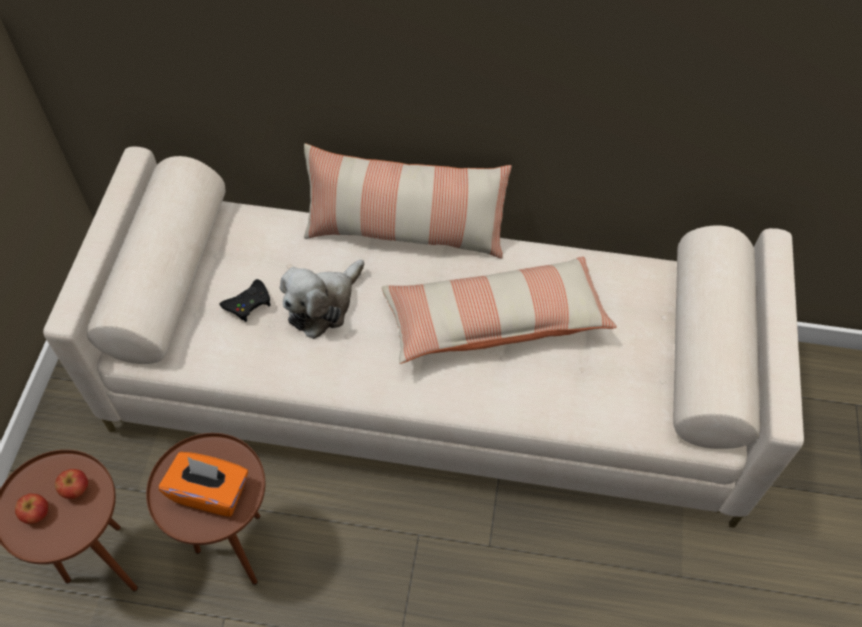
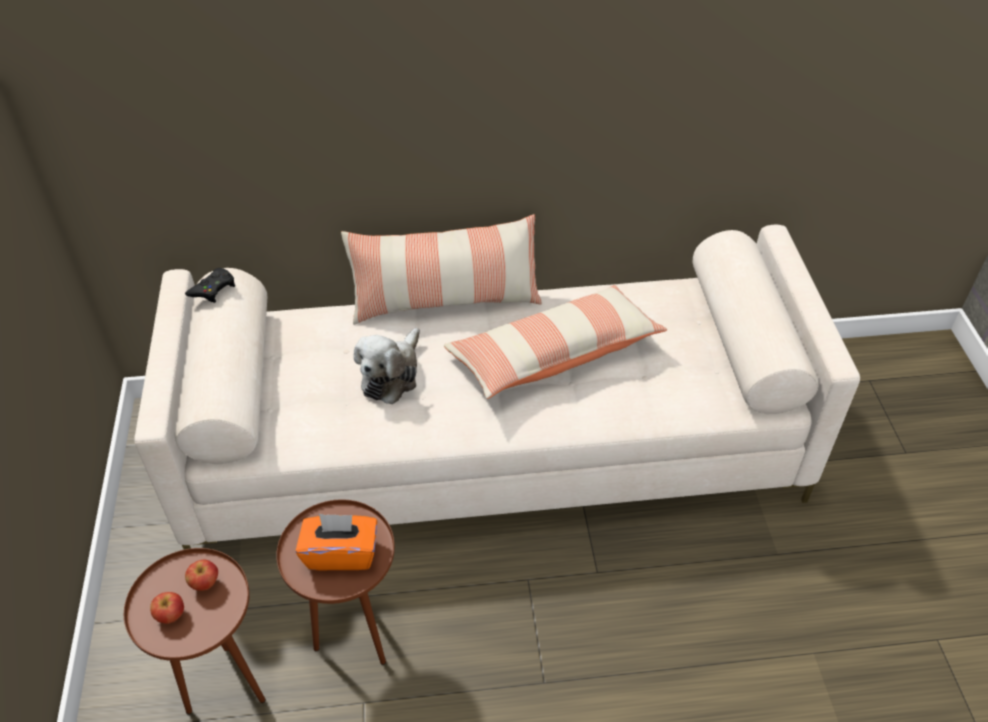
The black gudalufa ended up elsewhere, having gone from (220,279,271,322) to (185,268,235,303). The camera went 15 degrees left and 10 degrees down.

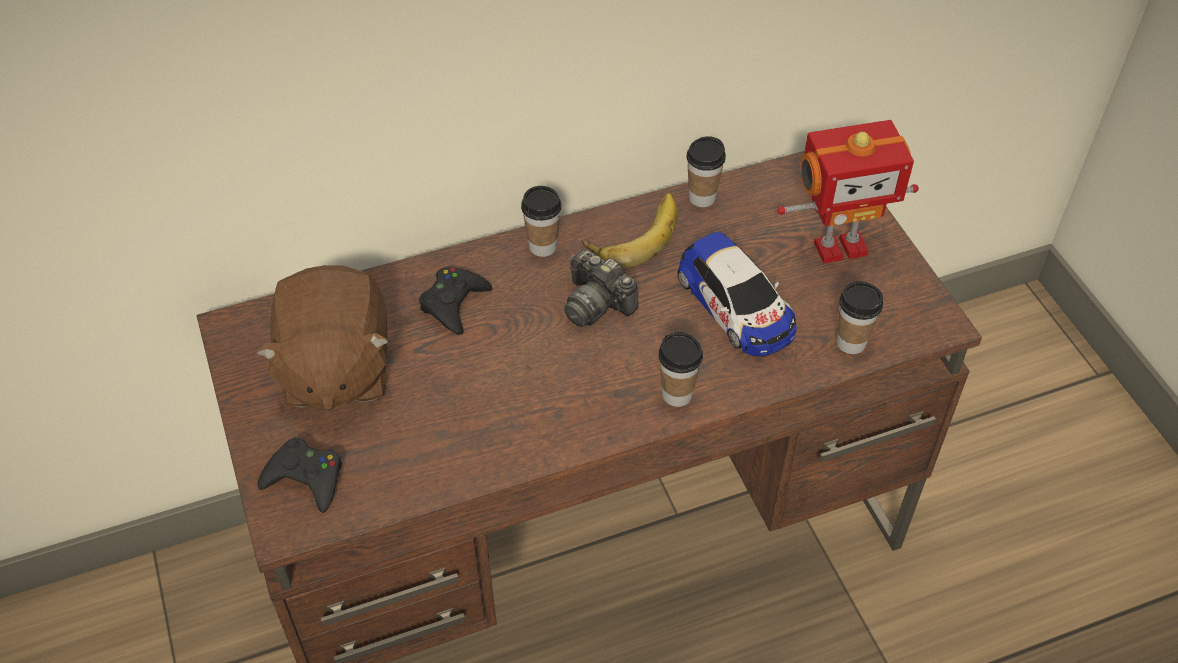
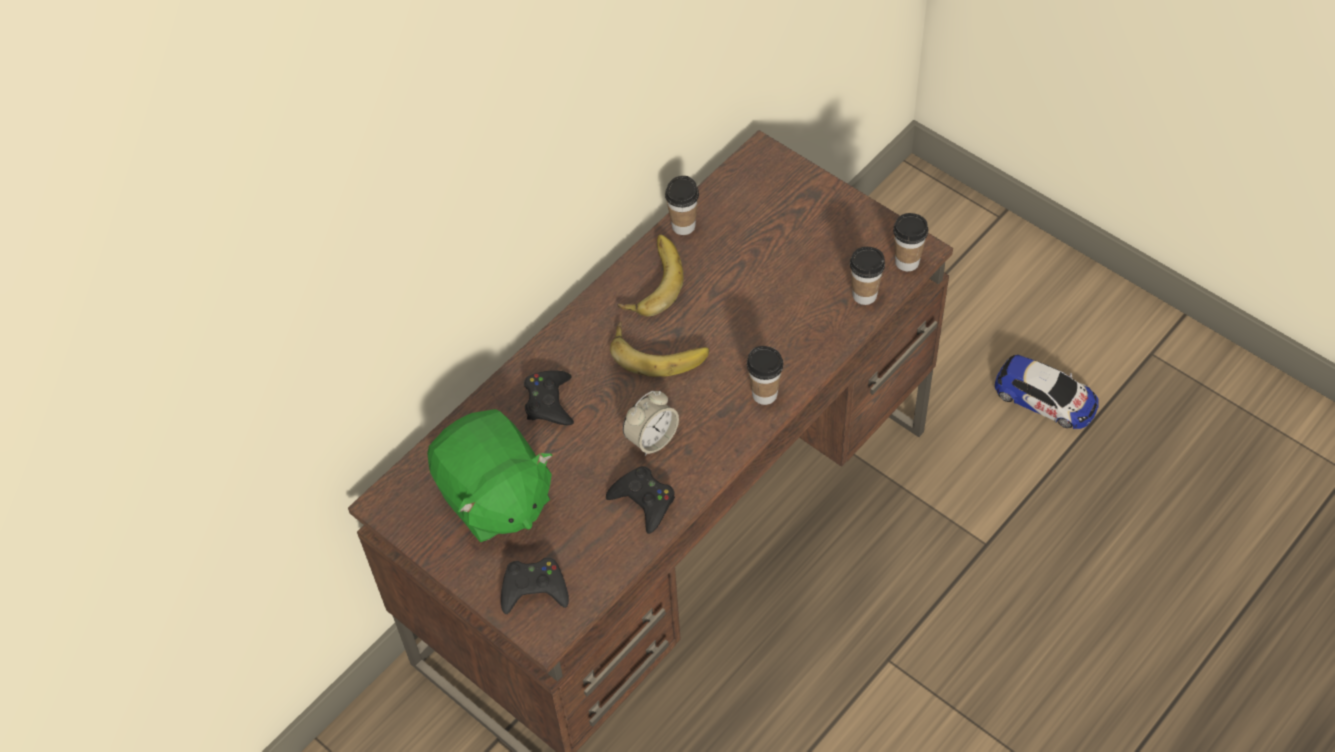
The second view lost the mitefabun at (777,120,919,264). The second view gained the black gudalufa at (606,466,675,534). The second view gained the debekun at (623,391,679,456). The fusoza ended up elsewhere, having gone from (521,186,562,257) to (893,213,928,271). The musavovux ended up elsewhere, having gone from (677,232,797,356) to (995,355,1099,429). Where the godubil stood at (564,249,638,327), the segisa came to stand at (610,321,709,377). What was the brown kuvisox at (256,265,389,411) turned into the green kuvisox at (427,409,552,542). The camera went 25 degrees left and 5 degrees up.

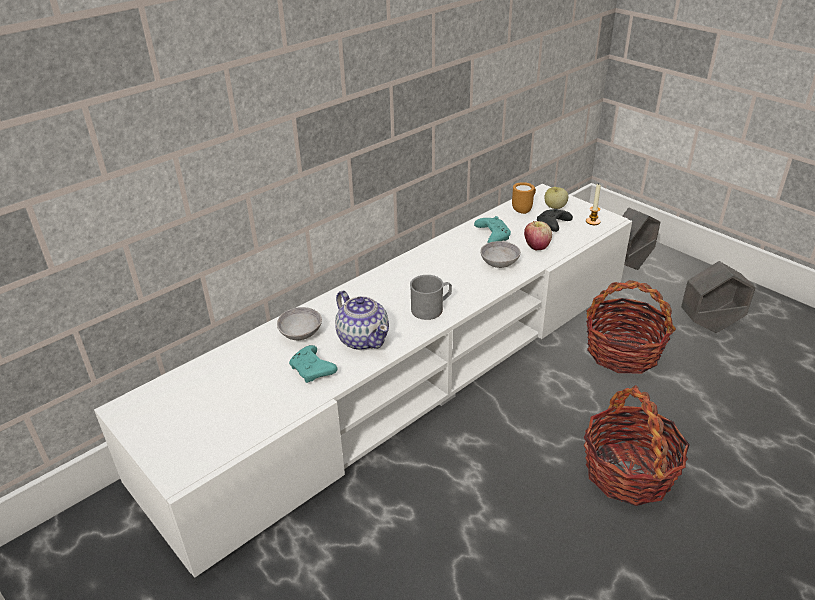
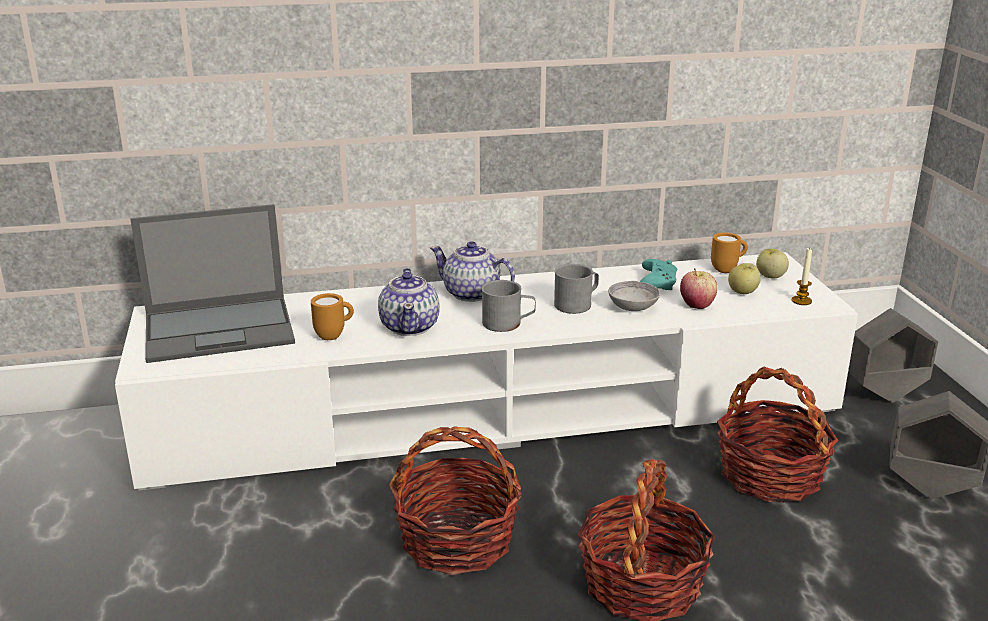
The second view lost the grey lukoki at (277,307,322,340). The second view gained the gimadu at (131,204,295,363). The second view gained the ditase at (389,426,522,575). The second view gained the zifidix at (430,241,515,302). The second view gained the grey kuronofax at (554,264,599,314). Where the turquoise gudalufa stood at (289,345,337,383), the orange kuronofax came to stand at (311,293,354,340). Where the black gudalufa stood at (537,209,573,232), the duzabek came to stand at (728,263,760,294). The camera went 30 degrees right and 10 degrees down.

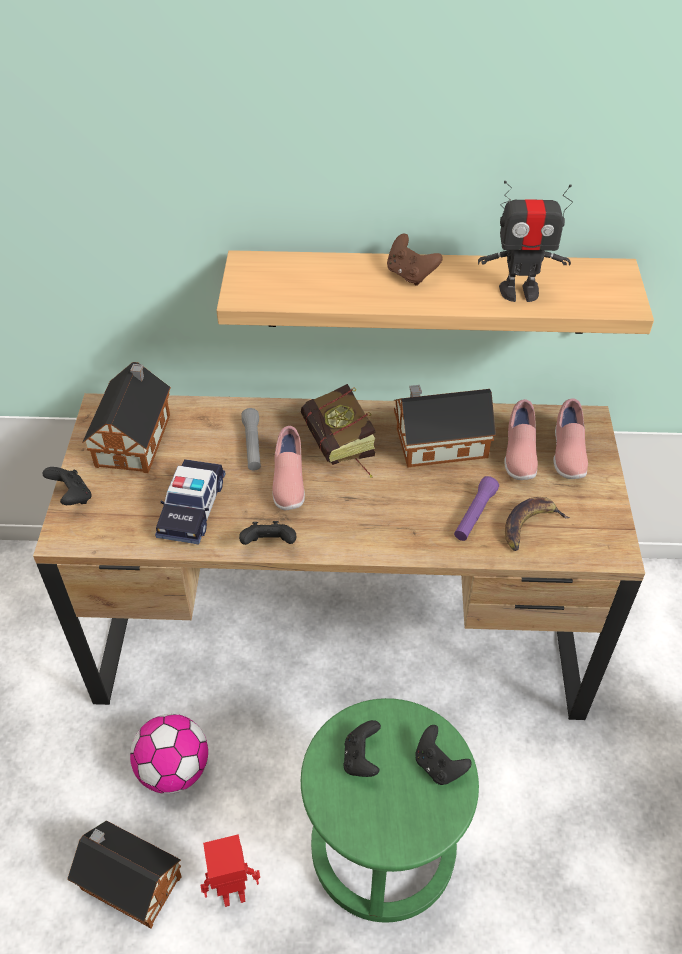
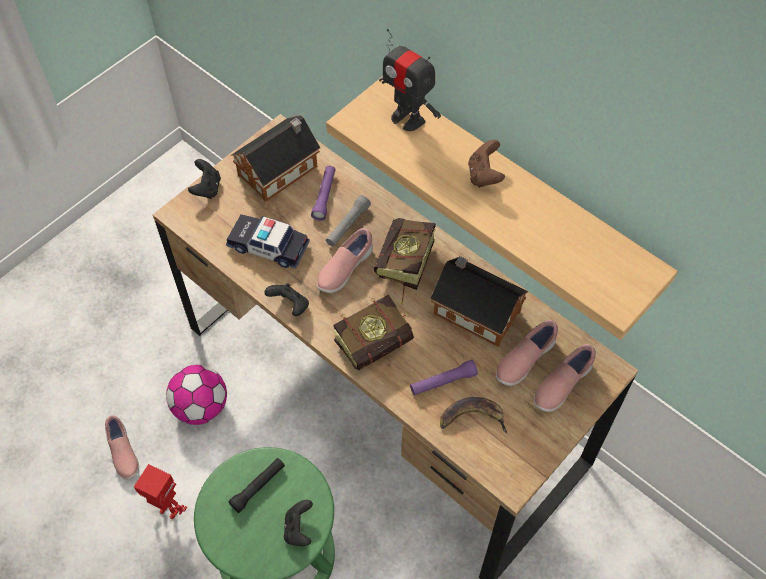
The second view gained the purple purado at (311,166,336,221). The second view gained the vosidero at (333,294,414,370). The mitefabun ended up elsewhere, having gone from (478,181,573,302) to (379,29,441,131). Where the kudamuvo stood at (67,820,182,928), the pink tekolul came to stand at (105,415,139,480). Where the black gudalufa stood at (343,720,381,777), the black purado came to stand at (228,458,285,513). The musavovux at (155,459,225,544) ended up facing another way, 60 degrees clockwise from before. The camera went 40 degrees right and 10 degrees up.

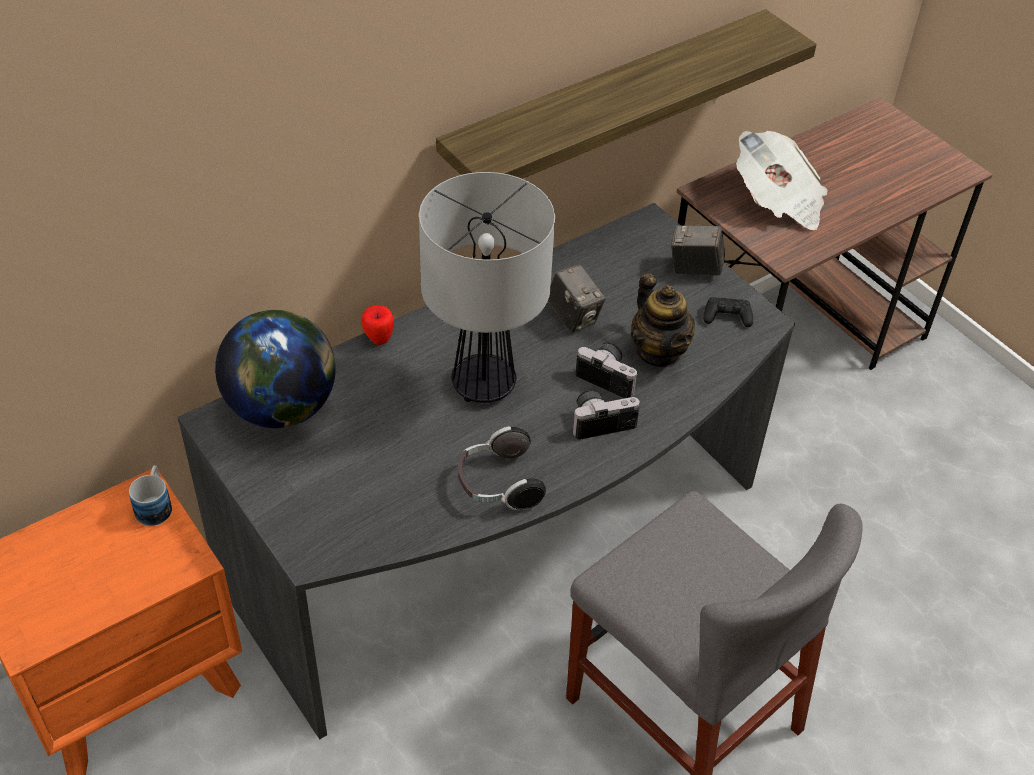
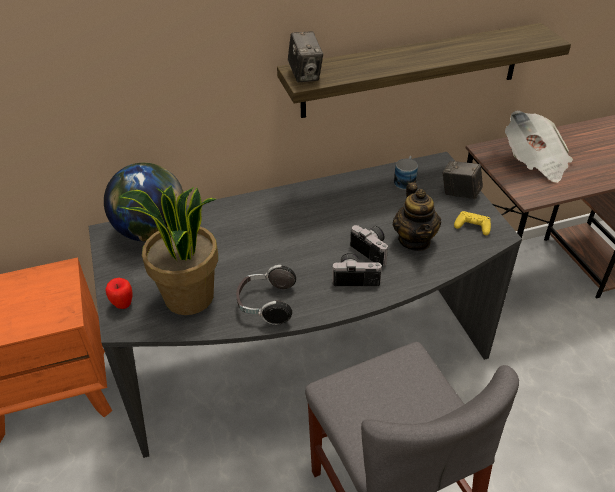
The second view lost the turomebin at (419,172,555,403). The second view gained the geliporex at (119,185,218,315). The kuronofax ended up elsewhere, having gone from (129,465,172,526) to (394,156,418,190). The duzabek ended up elsewhere, having gone from (361,305,394,345) to (105,278,132,309). The godubil ended up elsewhere, having gone from (548,264,606,333) to (288,31,323,82). What was the black gudalufa at (703,297,753,327) turned into the yellow gudalufa at (454,211,491,235). The camera went 20 degrees right and 5 degrees down.

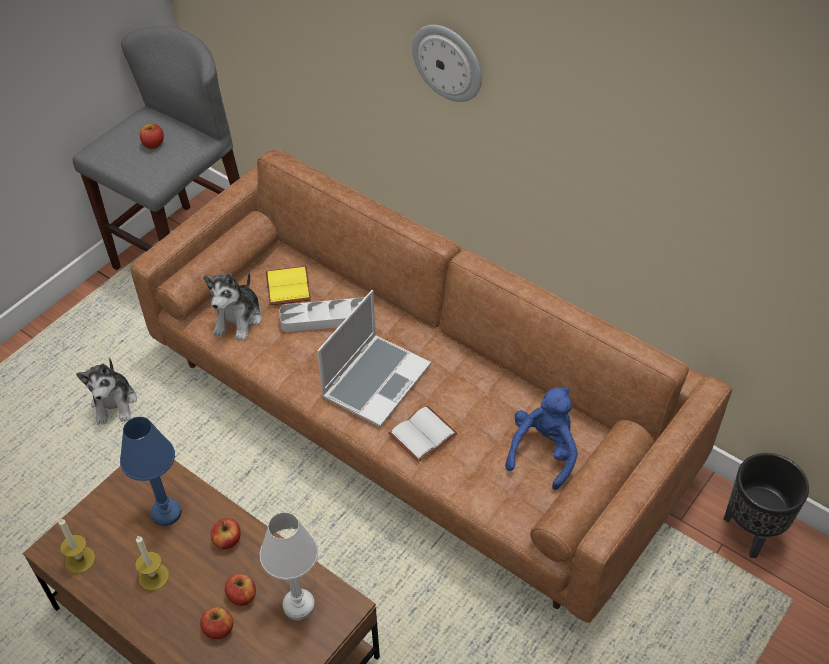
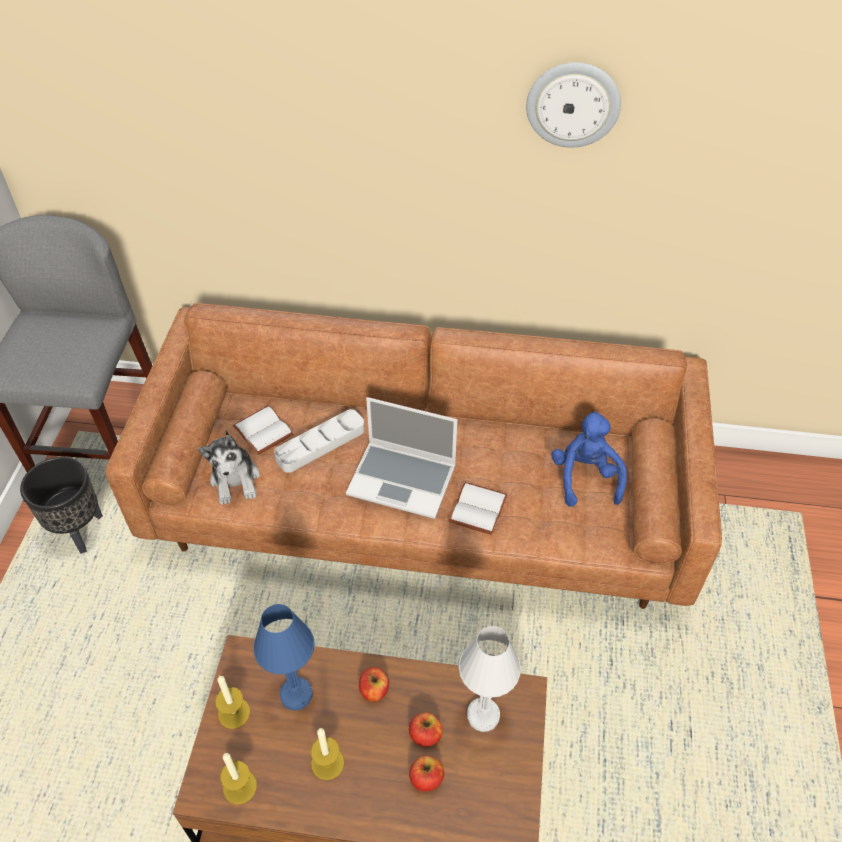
The second view lost the kuvisox at (76,357,137,425). The second view lost the duzabek at (140,123,164,149). The second view gained the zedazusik at (215,675,250,729). The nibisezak ended up elsewhere, having gone from (412,25,482,102) to (526,62,621,147). The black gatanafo ended up elsewhere, having gone from (724,453,809,558) to (20,457,103,554). What was the yellow vosidero at (266,266,311,305) turned into the white vosidero at (232,406,294,455). The gimadu at (317,290,431,427) ended up facing another way, 105 degrees clockwise from before. The camera went 30 degrees left and 0 degrees up.

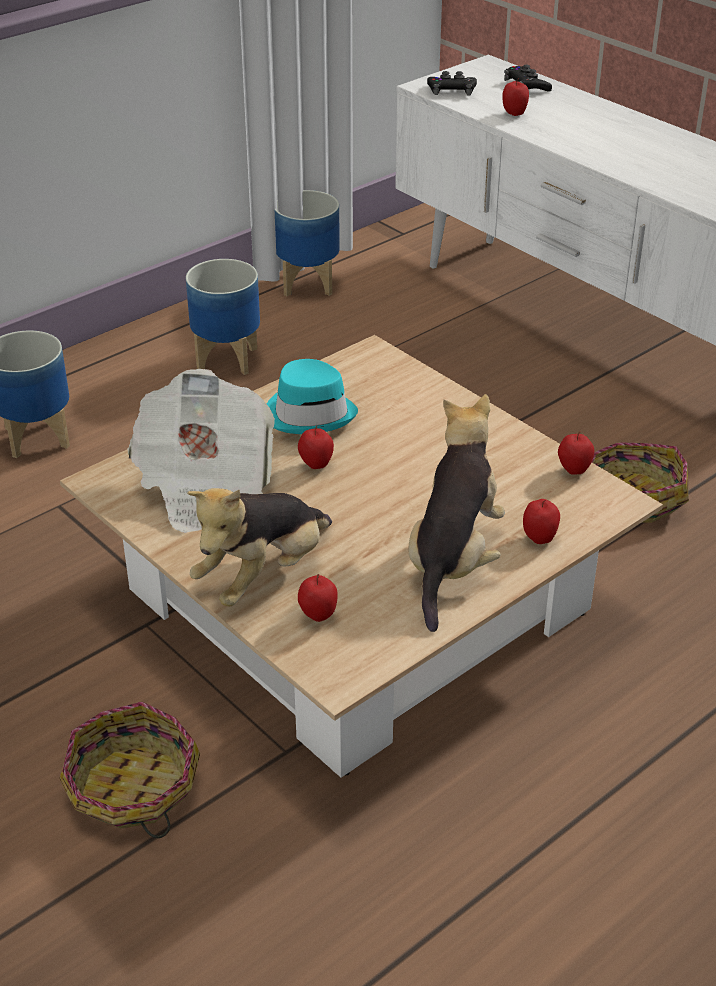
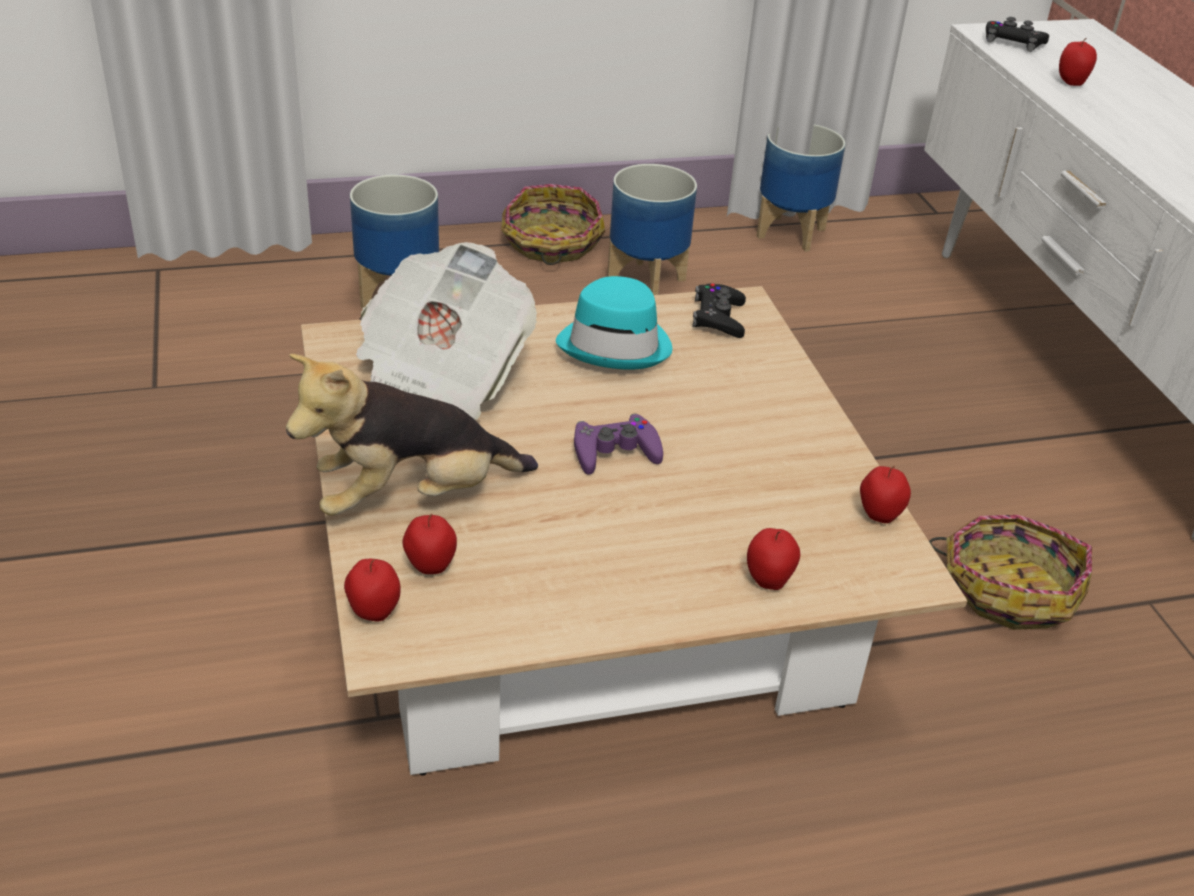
The second view lost the kuvisox at (408,394,505,632). The second view gained the purple gudalufa at (574,414,663,474). The ditase ended up elsewhere, having gone from (59,702,200,838) to (501,184,605,265). The duzabek ended up elsewhere, having gone from (298,426,334,469) to (344,559,401,621). The black gudalufa ended up elsewhere, having gone from (504,65,552,92) to (692,284,746,338). The camera went 25 degrees right and 0 degrees up.

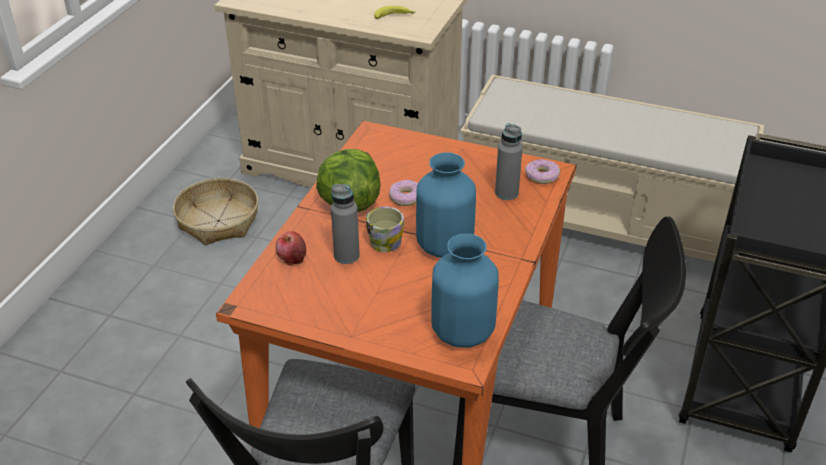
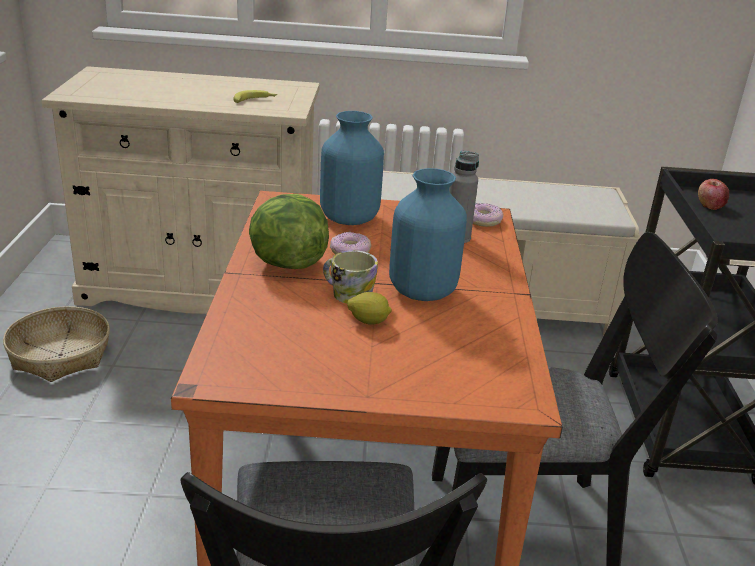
The second view lost the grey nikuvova at (331,184,360,264). The second view gained the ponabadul at (347,292,392,325). The duzabek ended up elsewhere, having gone from (275,231,306,265) to (698,179,729,210). The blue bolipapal ended up elsewhere, having gone from (431,234,499,348) to (320,111,384,225). The camera went 20 degrees left and 10 degrees down.

